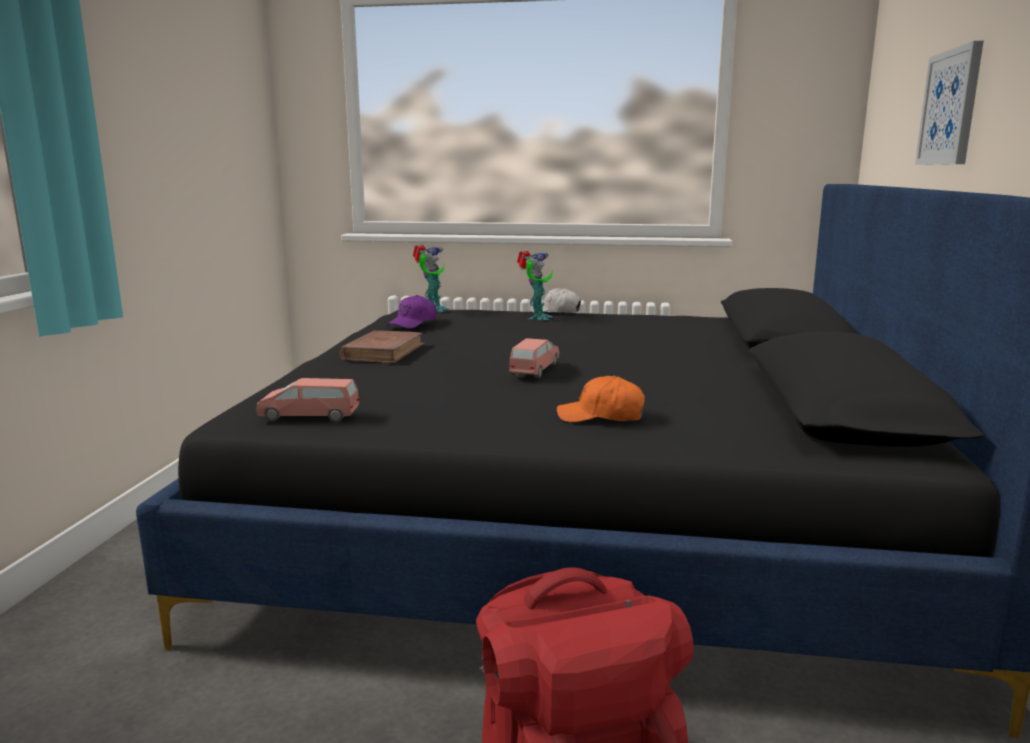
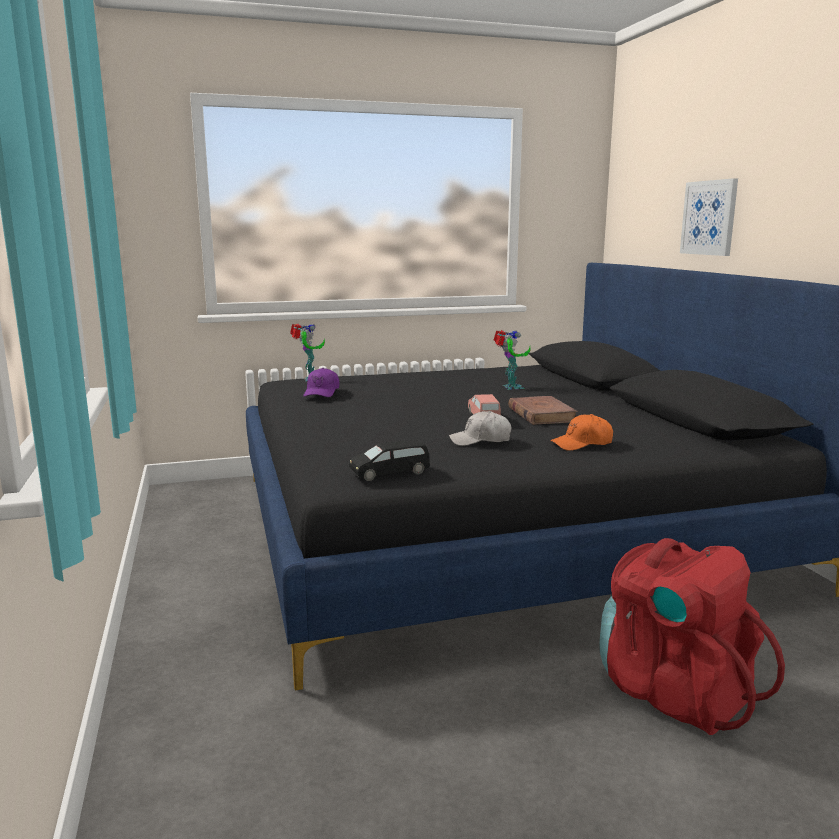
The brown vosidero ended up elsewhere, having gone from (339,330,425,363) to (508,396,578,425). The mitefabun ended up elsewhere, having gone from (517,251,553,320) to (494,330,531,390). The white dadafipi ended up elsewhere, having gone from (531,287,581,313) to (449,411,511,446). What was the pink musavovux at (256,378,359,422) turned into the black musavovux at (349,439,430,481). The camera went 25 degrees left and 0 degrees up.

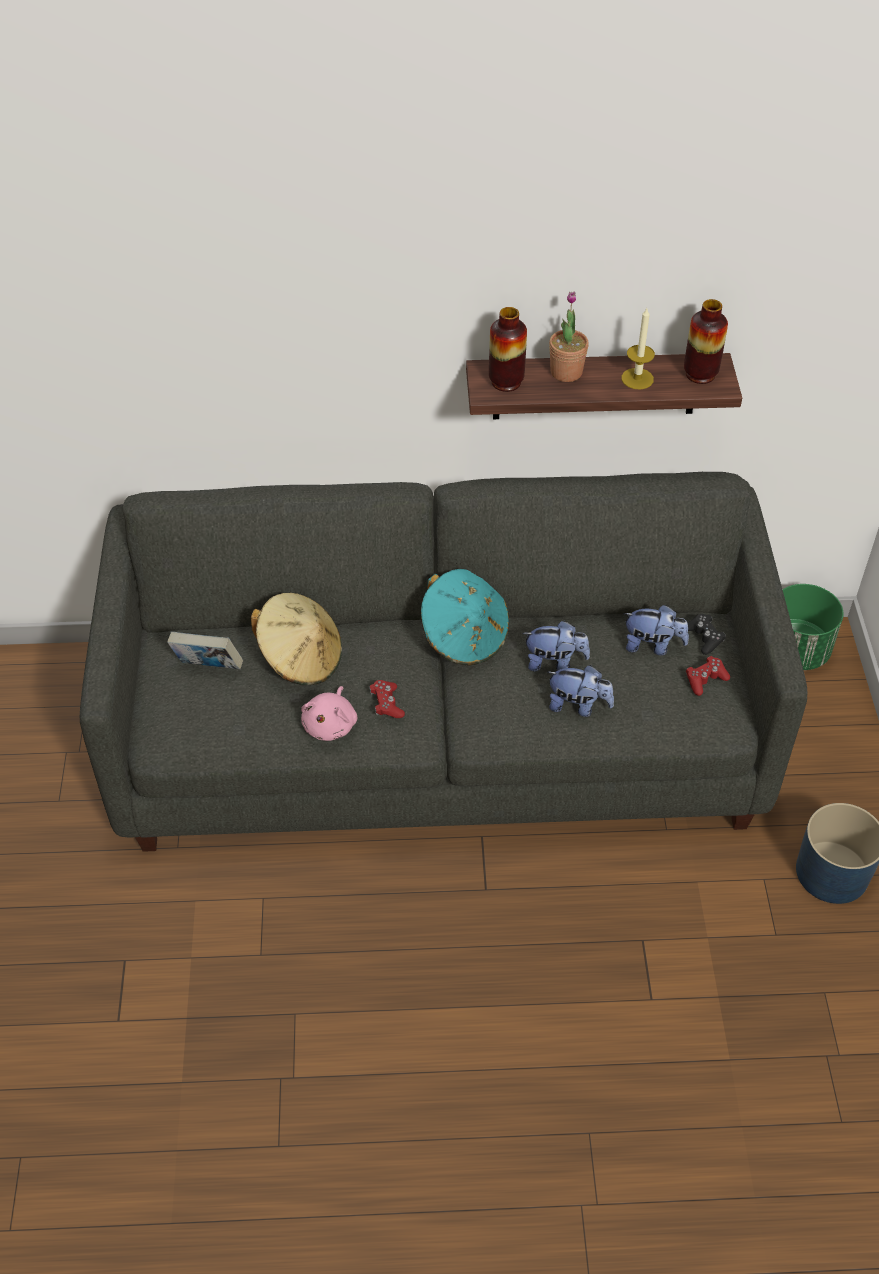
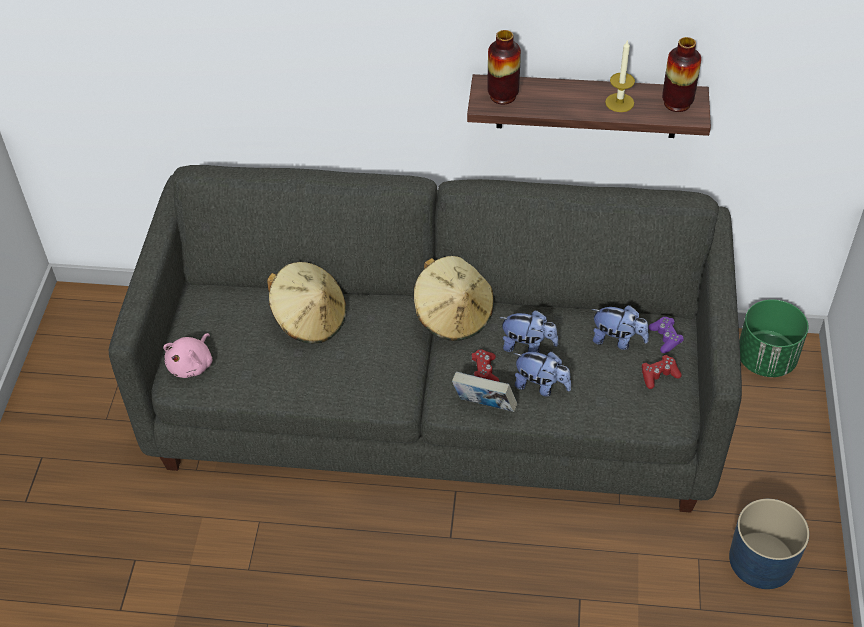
The second view lost the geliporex at (549,291,589,382). The vosidero ended up elsewhere, having gone from (167,632,243,669) to (452,372,517,412). The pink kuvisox ended up elsewhere, having gone from (301,686,357,741) to (163,333,212,378). The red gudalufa ended up elsewhere, having gone from (369,680,405,718) to (471,350,499,382). What was the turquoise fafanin at (421,569,509,666) turned into the beige fafanin at (414,256,494,341). What was the black gudalufa at (687,614,726,655) turned into the purple gudalufa at (649,317,684,353). The camera went 10 degrees right and 0 degrees up.

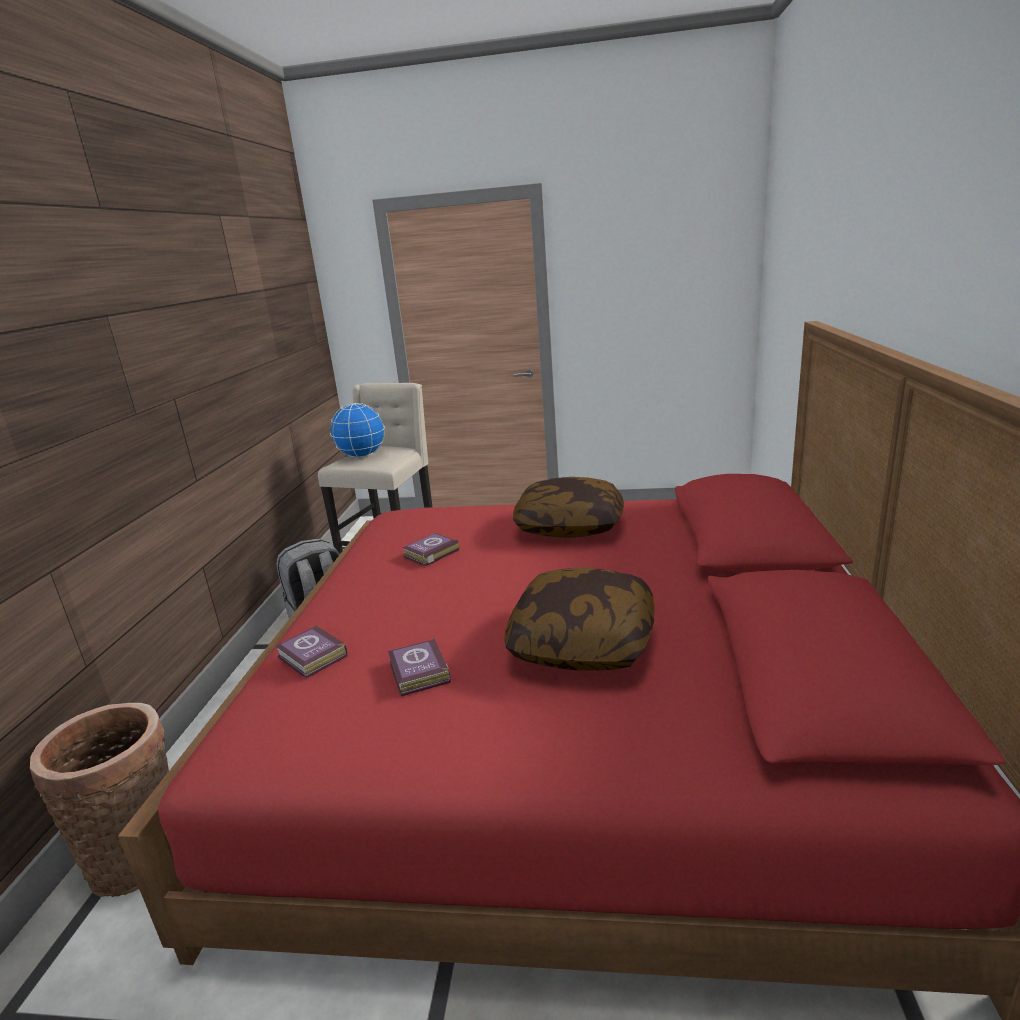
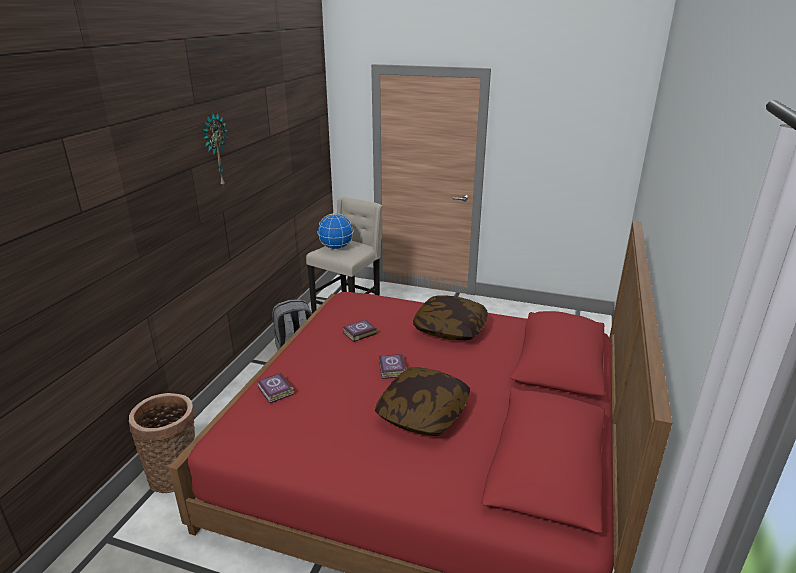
The second view gained the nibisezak at (203,113,228,188). The vosidero ended up elsewhere, having gone from (388,638,451,696) to (379,354,406,379). The camera went 10 degrees right and 5 degrees up.

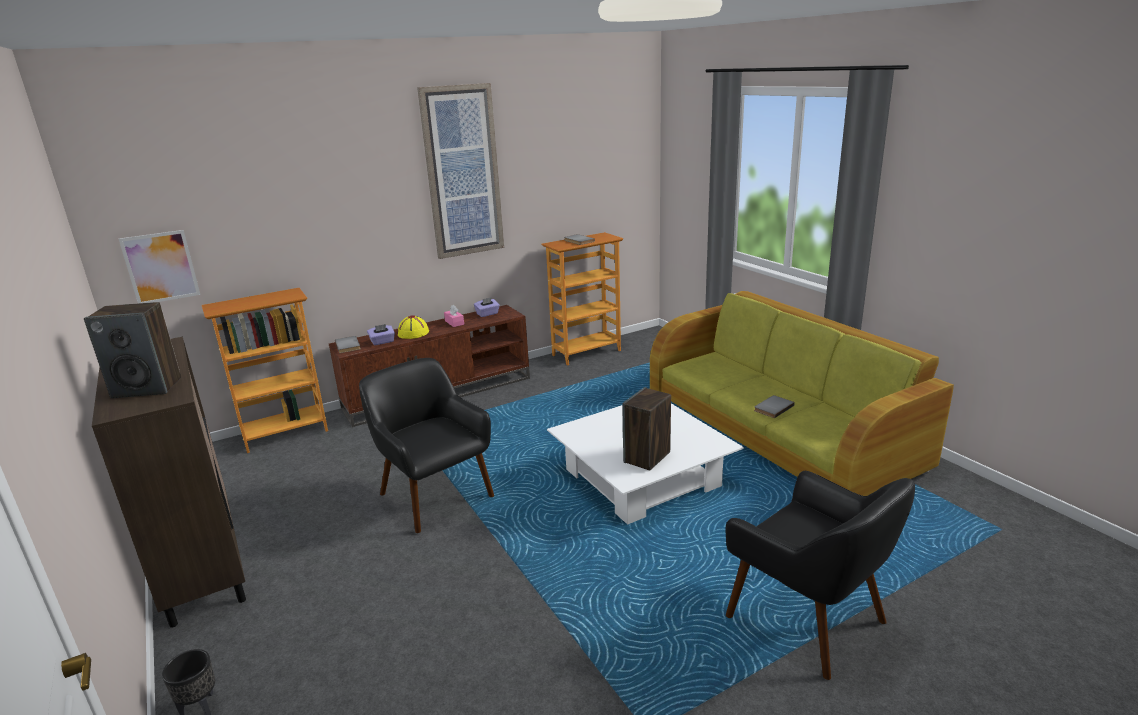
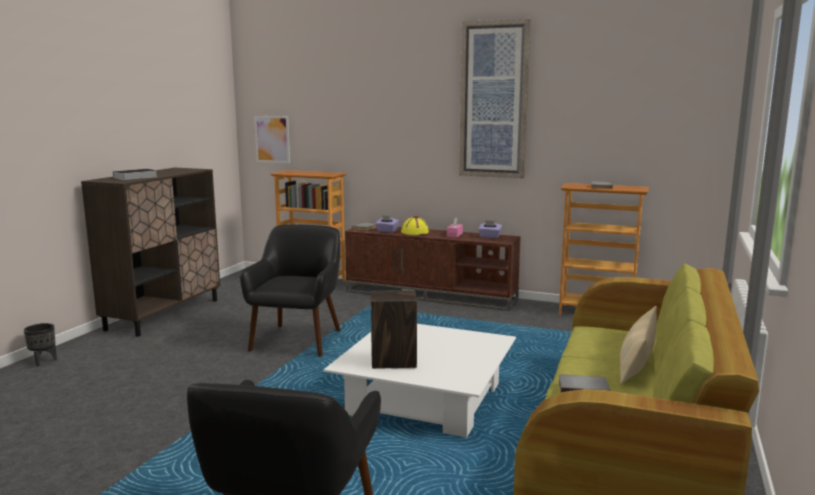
The second view gained the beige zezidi at (620,306,657,384). Where the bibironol stood at (84,302,181,398), the vosidero came to stand at (113,169,157,180). The camera went 50 degrees right and 10 degrees down.

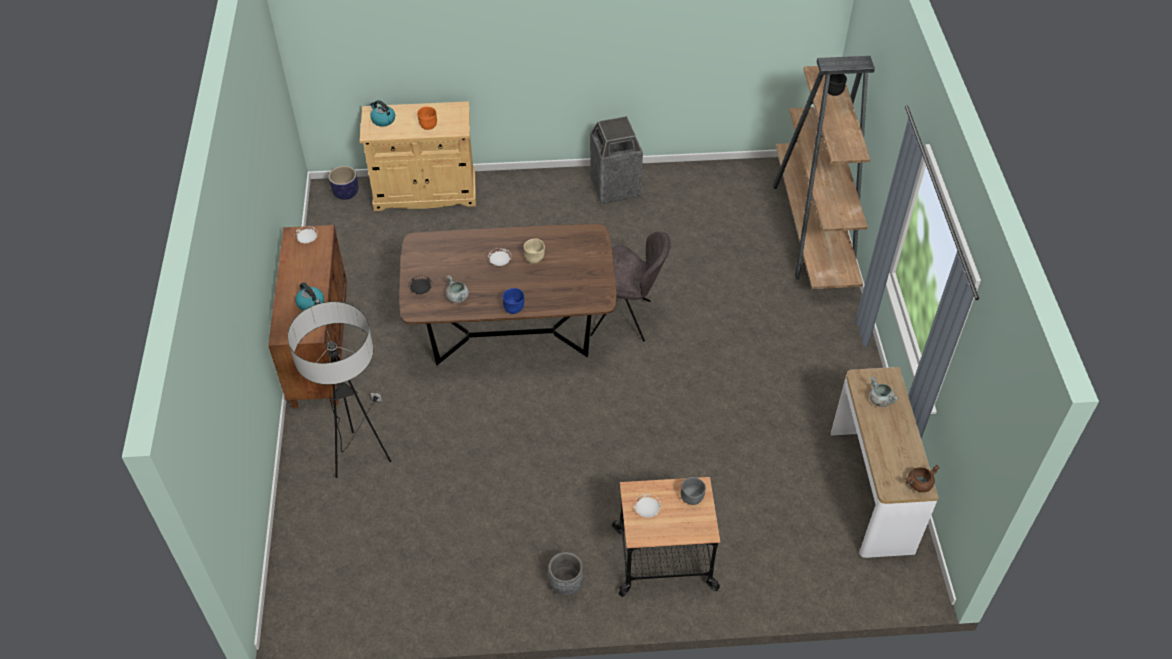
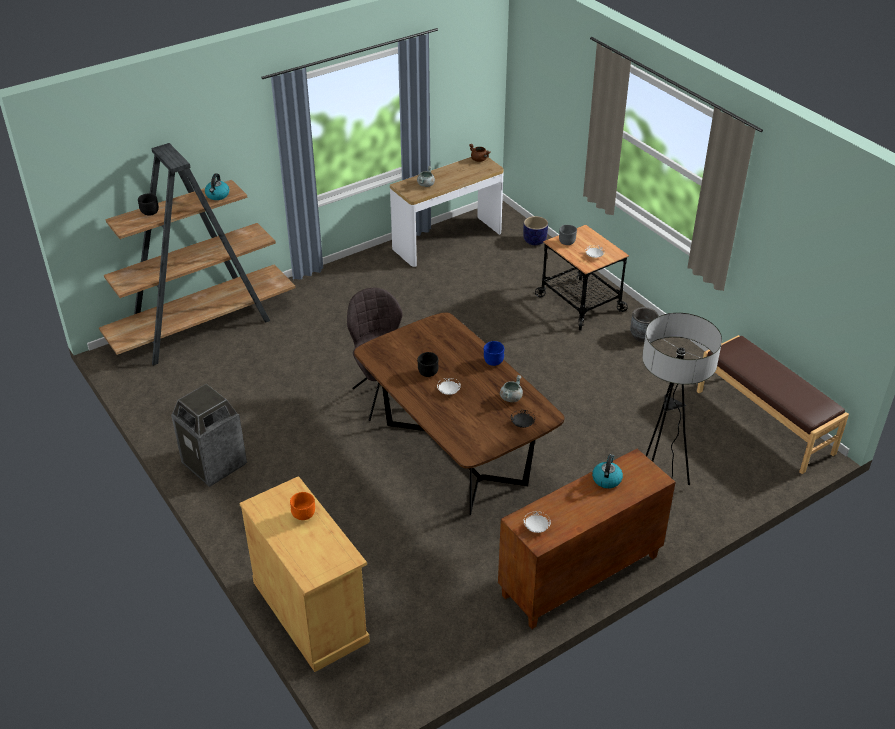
The second view gained the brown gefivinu at (697,335,849,474). The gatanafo ended up elsewhere, having gone from (328,166,359,200) to (523,216,548,245). The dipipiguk ended up elsewhere, having gone from (370,100,395,127) to (205,173,229,200). What was the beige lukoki at (524,238,545,264) turned into the black lukoki at (417,352,439,377). The camera went 120 degrees left and 10 degrees down.

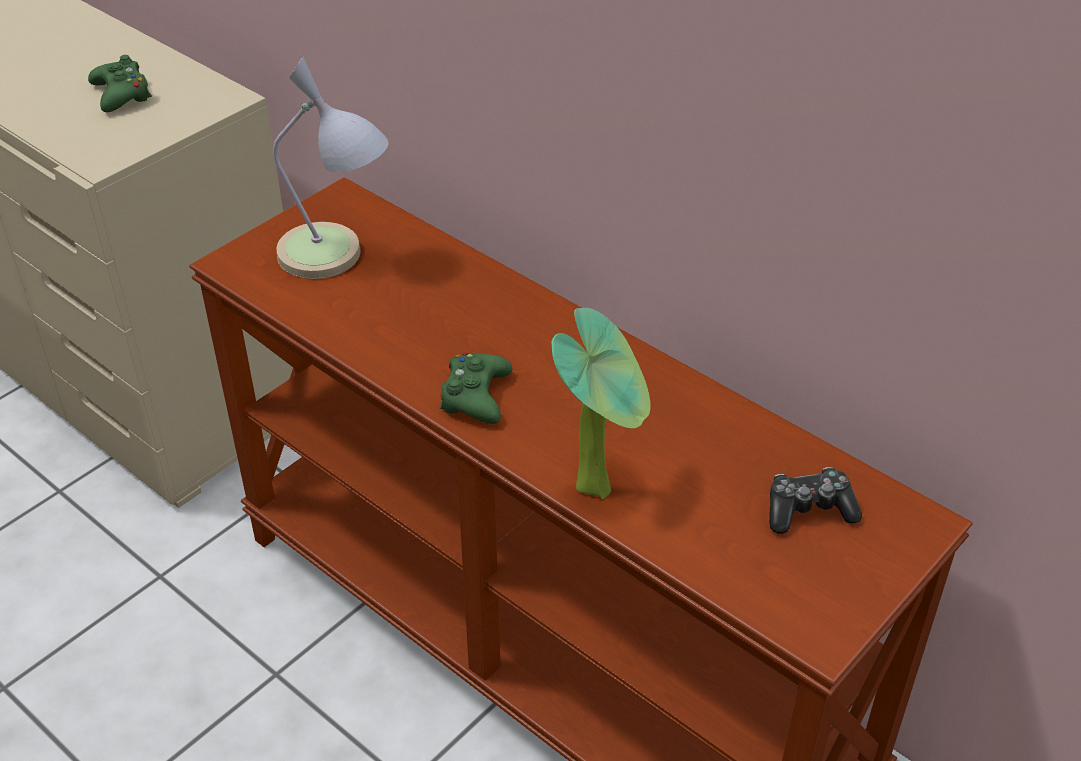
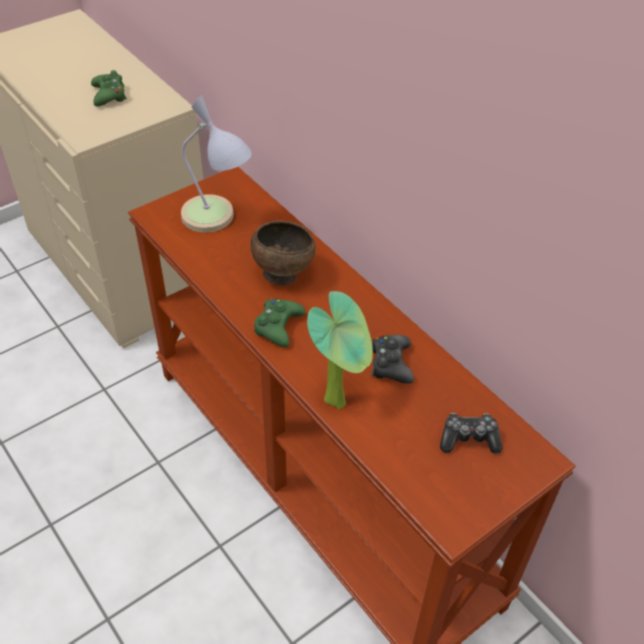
The second view gained the brown lukoki at (251,220,316,286). The second view gained the black gudalufa at (371,335,414,384). The camera went 10 degrees right and 5 degrees up.

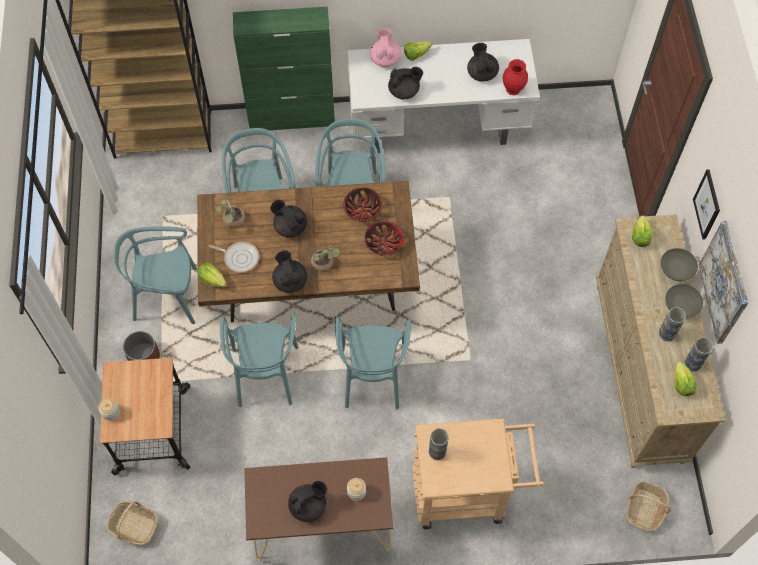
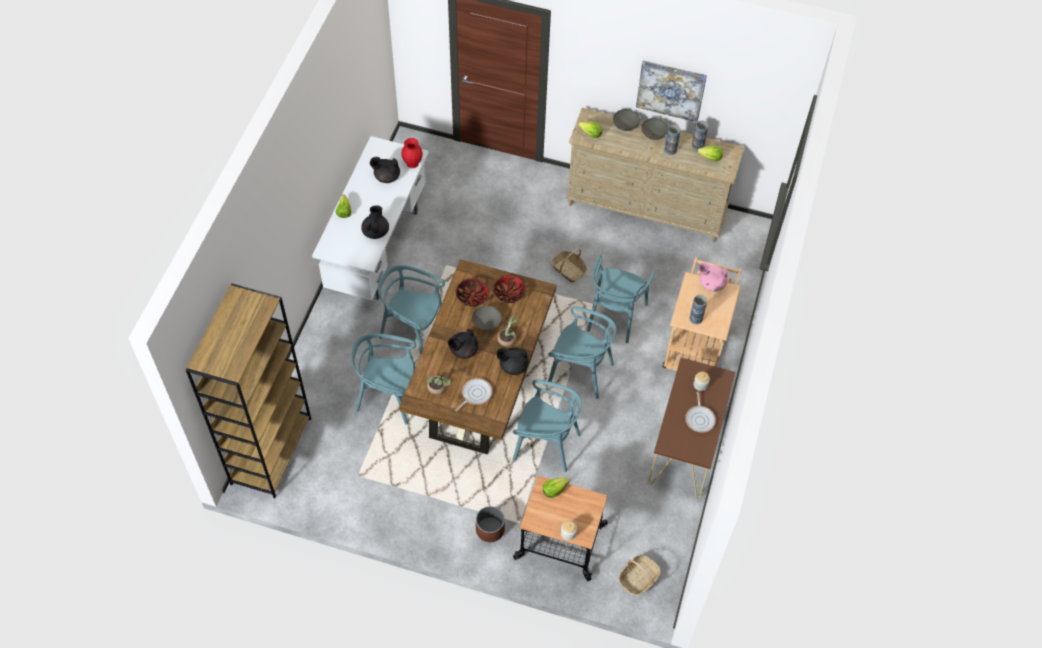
The second view lost the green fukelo at (233,7,335,130). The second view lost the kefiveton at (693,169,720,239). The second view gained the grey lukoki at (472,306,502,331). The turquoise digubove ended up elsewhere, having gone from (114,226,197,324) to (587,254,655,343). The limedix ended up elsewhere, having gone from (198,263,227,288) to (543,477,570,498). The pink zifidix ended up elsewhere, having gone from (370,28,402,67) to (699,262,728,291). The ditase ended up elsewhere, having gone from (627,481,671,531) to (550,249,587,282). Where the black zifidix stood at (288,481,327,522), the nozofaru came to stand at (685,392,716,433). The camera went 70 degrees left and 5 degrees down.

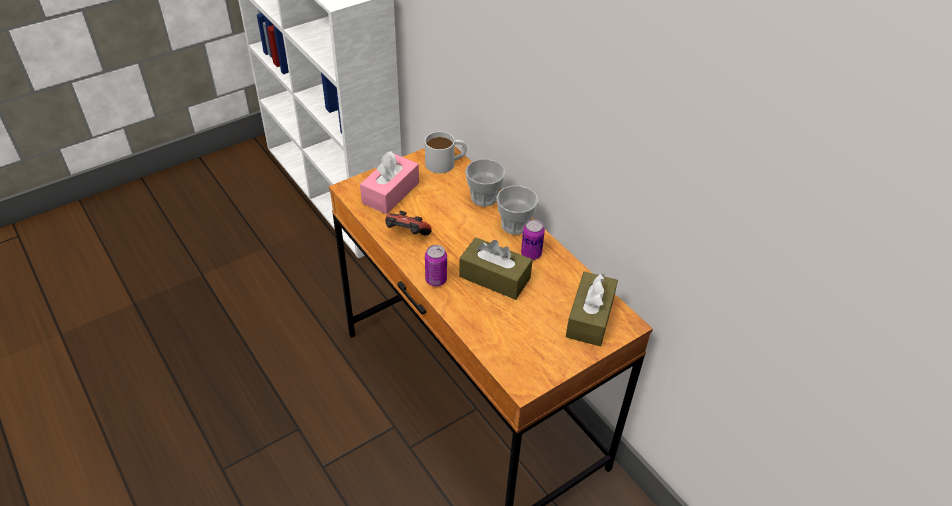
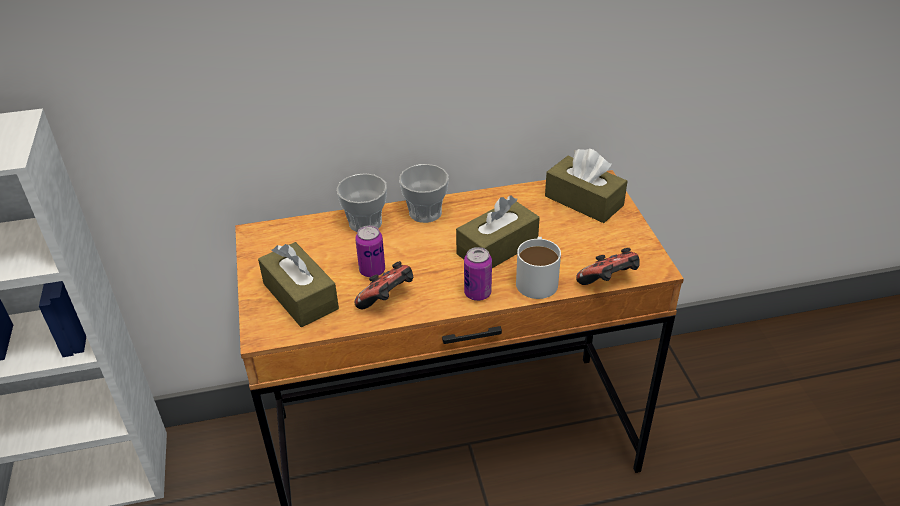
The second view gained the gudalufa at (576,248,640,285). The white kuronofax ended up elsewhere, having gone from (425,132,467,173) to (516,237,561,299). The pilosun ended up elsewhere, having gone from (521,220,545,260) to (355,225,385,277). What was the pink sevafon at (360,151,419,214) turned into the brown sevafon at (258,242,339,327). The camera went 65 degrees left and 5 degrees down.

